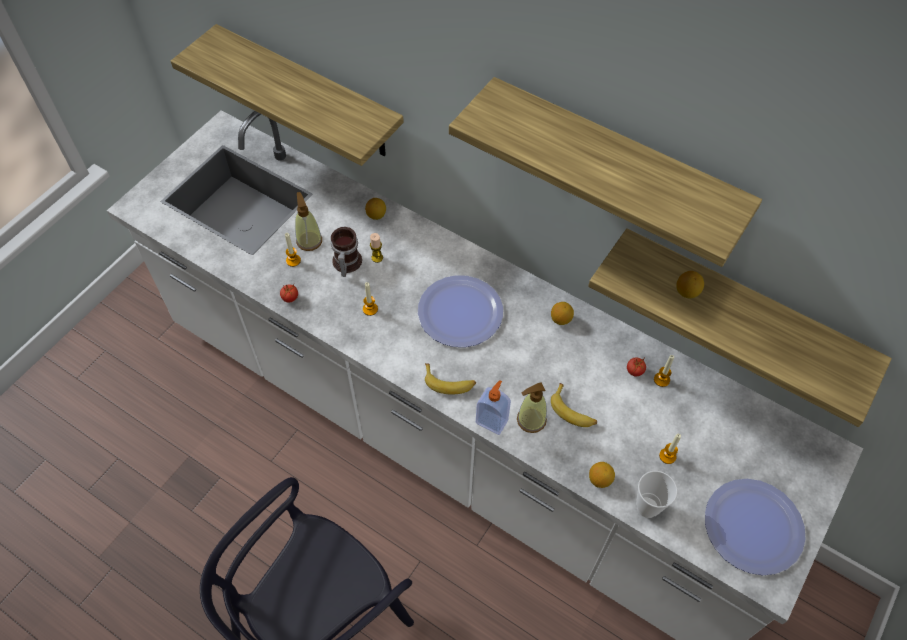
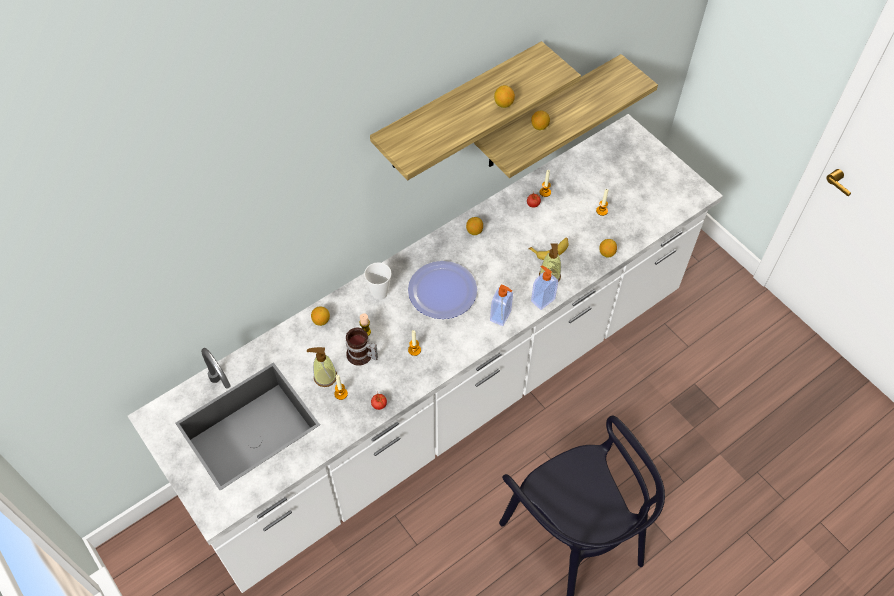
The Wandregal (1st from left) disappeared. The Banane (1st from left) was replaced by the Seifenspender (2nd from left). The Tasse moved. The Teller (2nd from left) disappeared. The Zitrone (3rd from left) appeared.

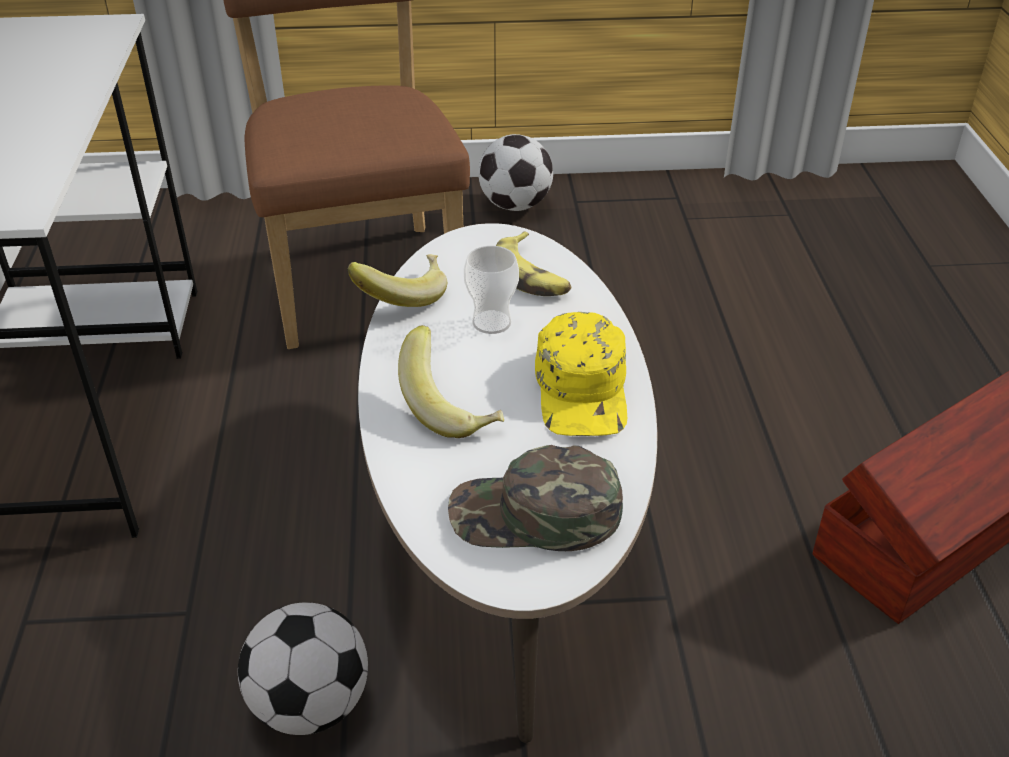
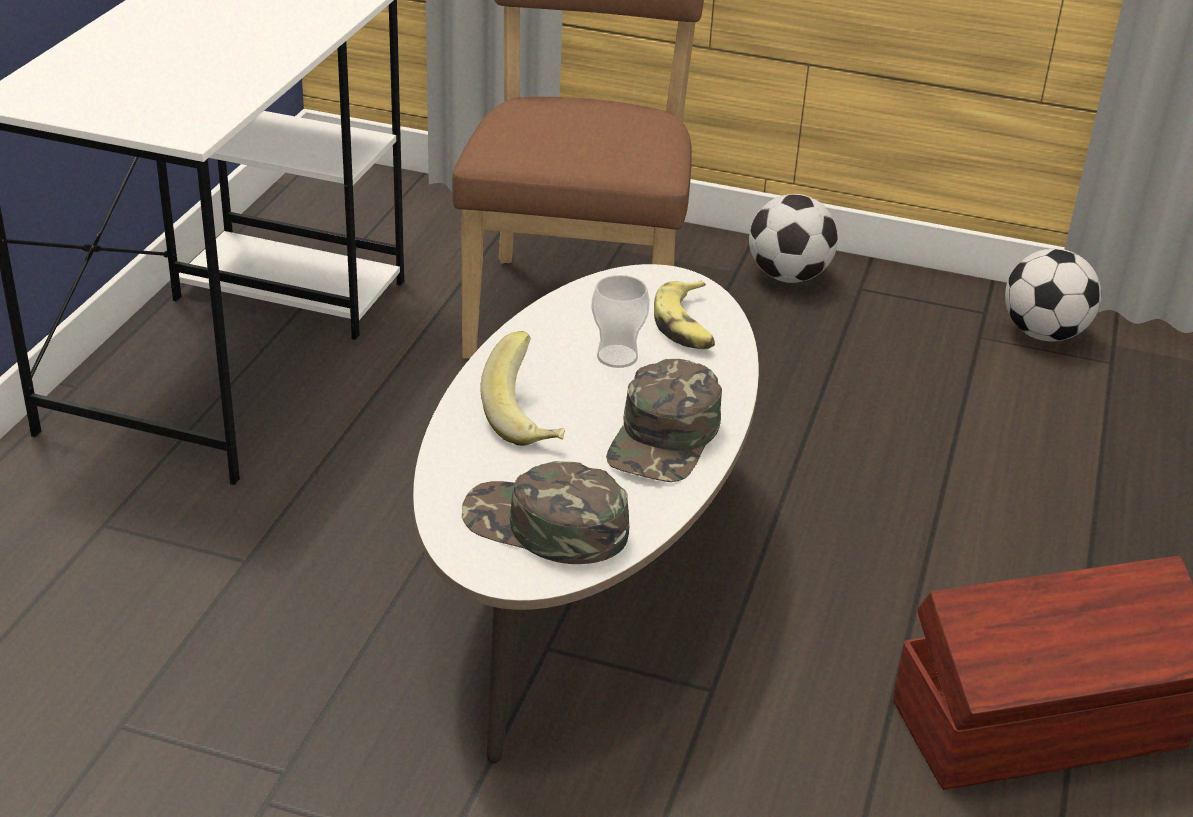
The Fußball (1st from left in the first image) moved. The Banane (1st from left) disappeared. The Kappe/gelb became the Kappe/grün (2nd from left).

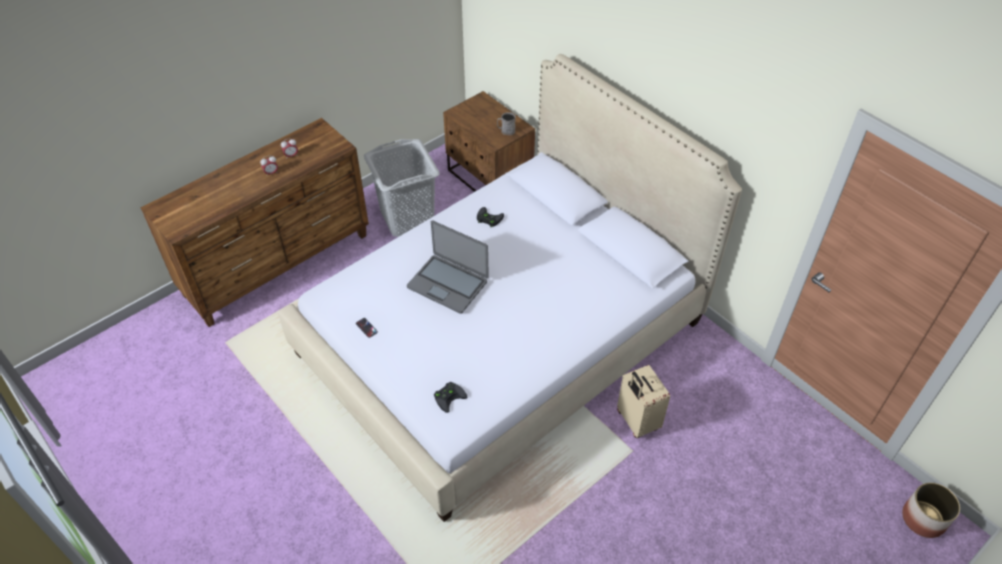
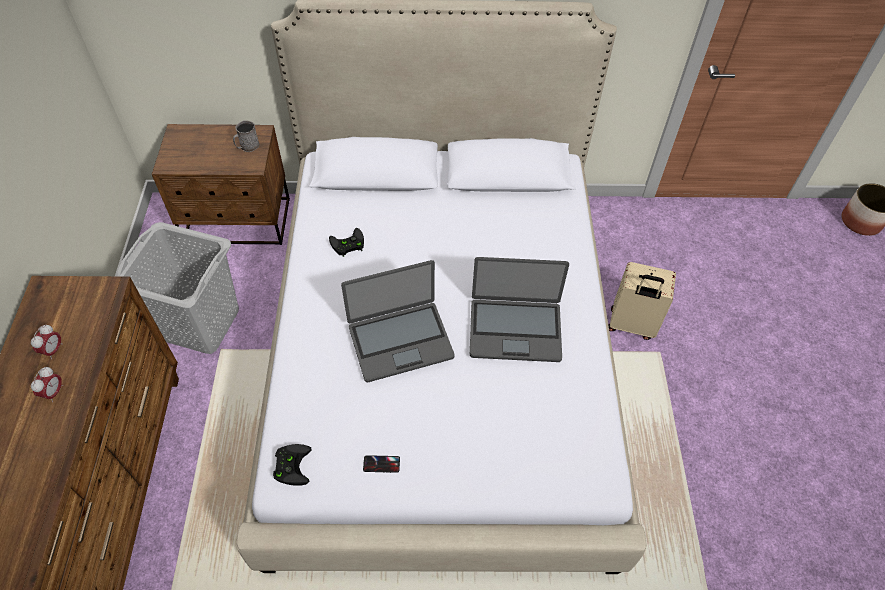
The Gamepad/schwarz (1st from left) moved. The Laptop (2nd from left) appeared.

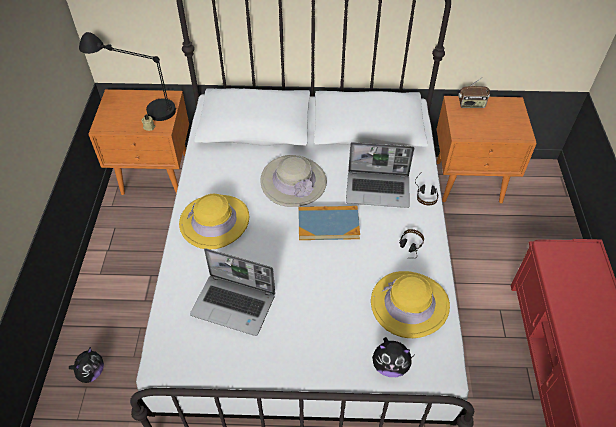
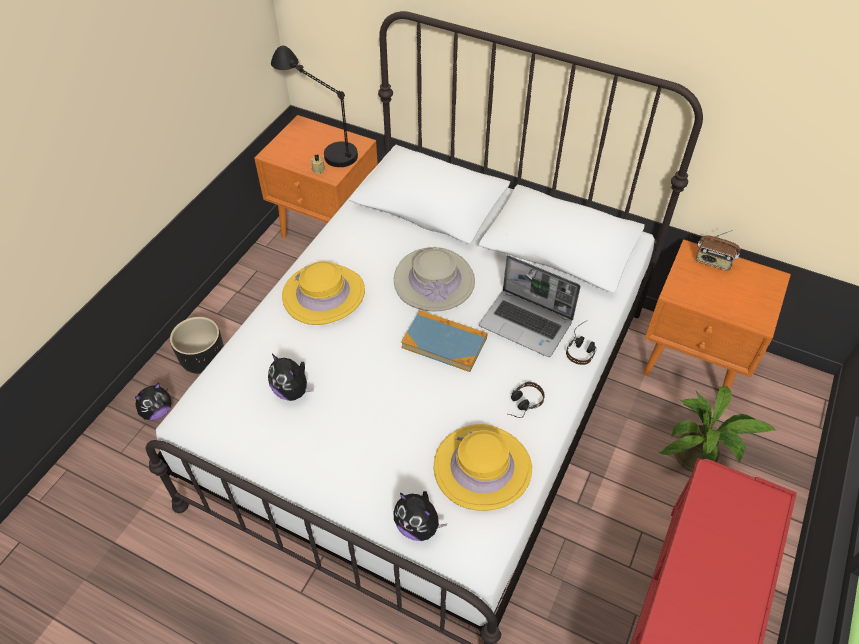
The Laptop (1st from left) was replaced by the Plüschtier (2nd from left). The Pflanzkübel/schwarz appeared. The Topfpflanze appeared.

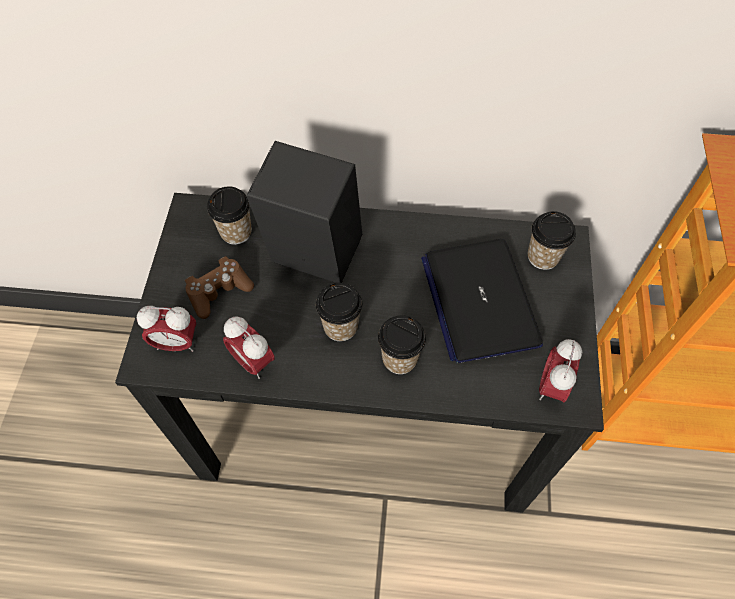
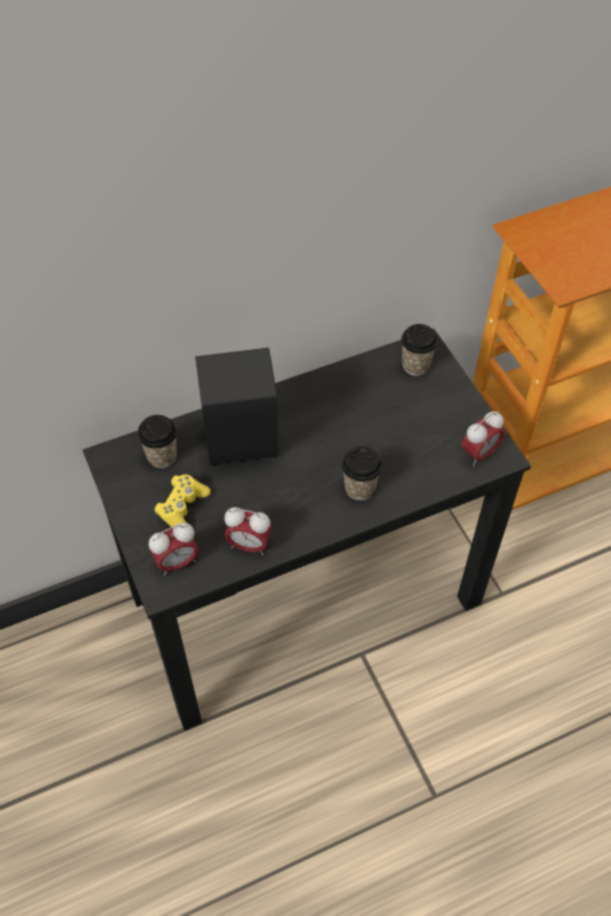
The Gamepad/braun became the Gamepad/gelb. The Tasse (2nd from left) disappeared. The Laptop disappeared. The Wecker (3rd from left) turned 120 degrees counterclockwise.

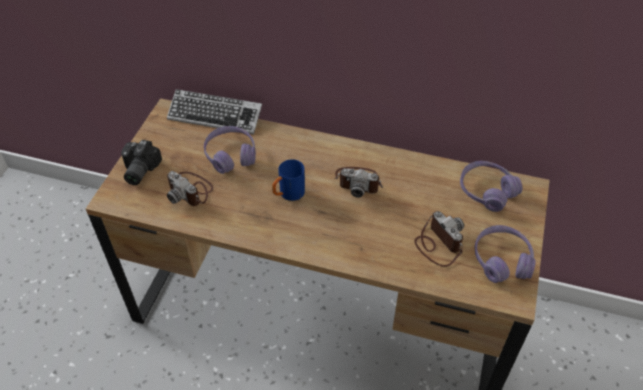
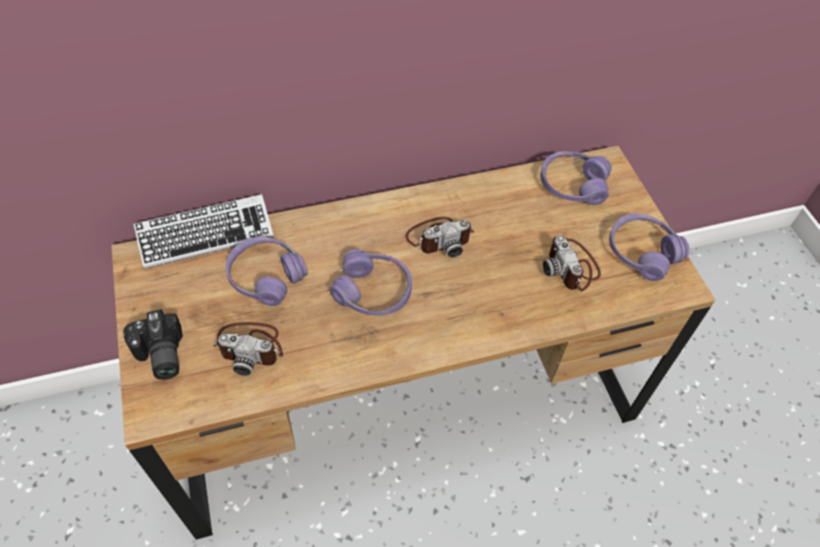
The Henkelbecher/blau was replaced by the Kopfhörer/lila (2nd from left). The Kamera (4th from left) turned 135 degrees counterclockwise.

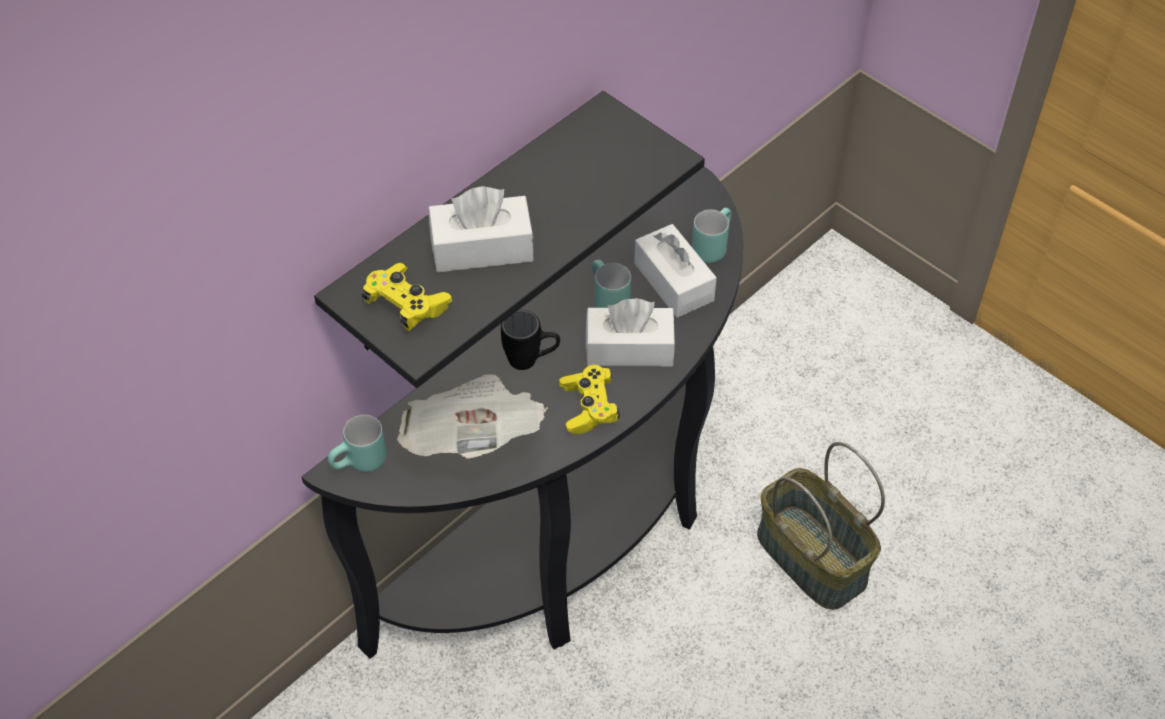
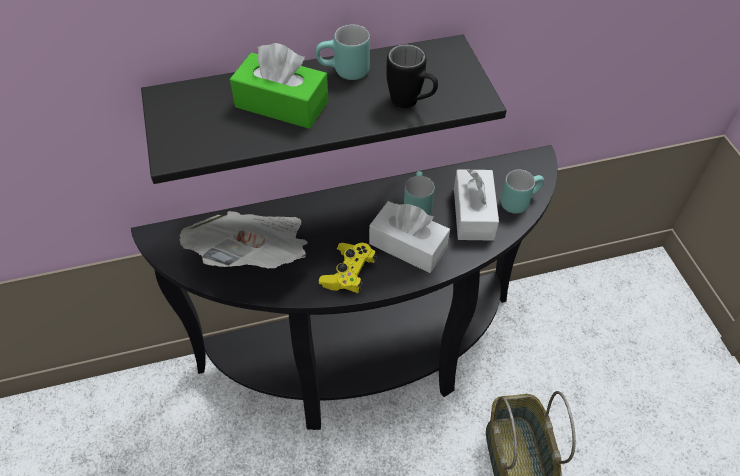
The Henkelbecher/türkis (1st from left) moved. The Gamepad/gelb (1st from left) disappeared. The Taschentuchbox/weiß (1st from left) became the Taschentuchbox/grün. The Henkelbecher/schwarz moved.

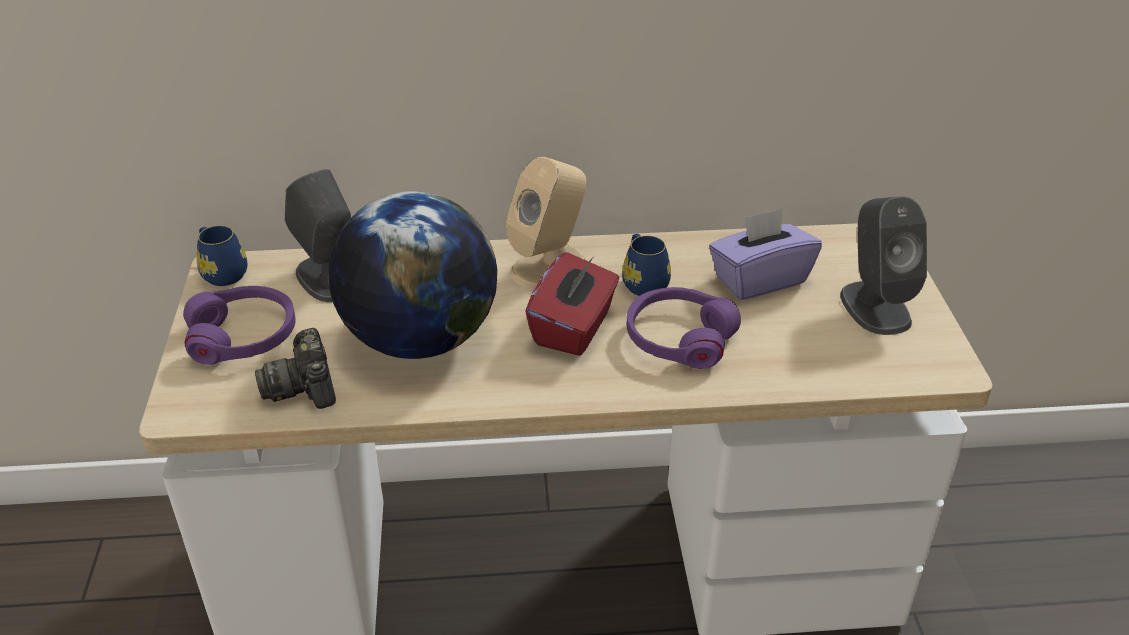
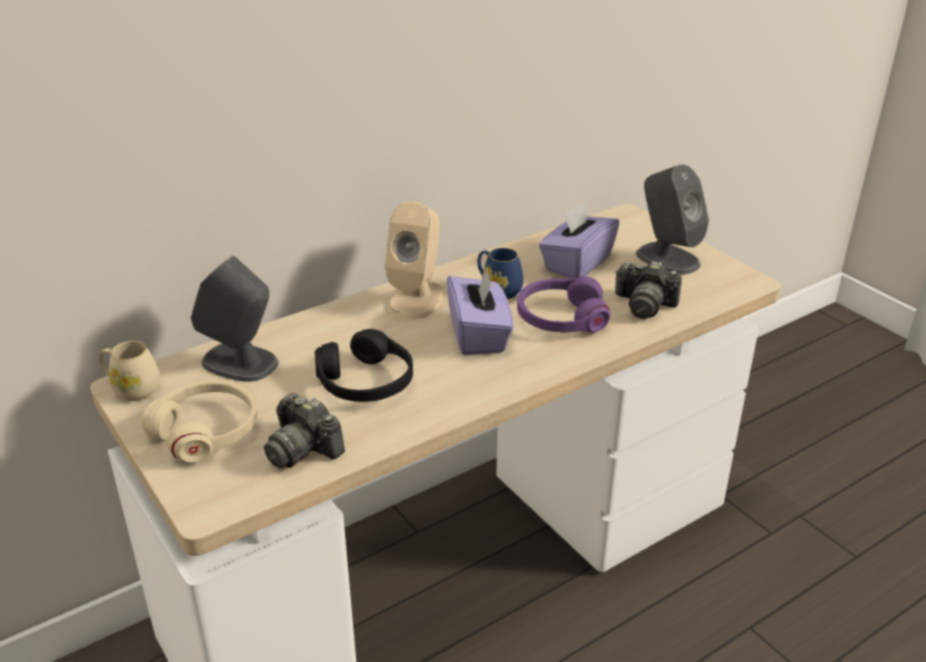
The Kopfhörer/lila (1st from left) became the Kopfhörer/beige. The Henkelbecher/blau (1st from left) became the Henkelbecher/beige. The Globus was replaced by the Kopfhörer/schwarz. The Taschentuchbox/rot became the Taschentuchbox/lila (1st from left). The Kamera (2nd from left) appeared.

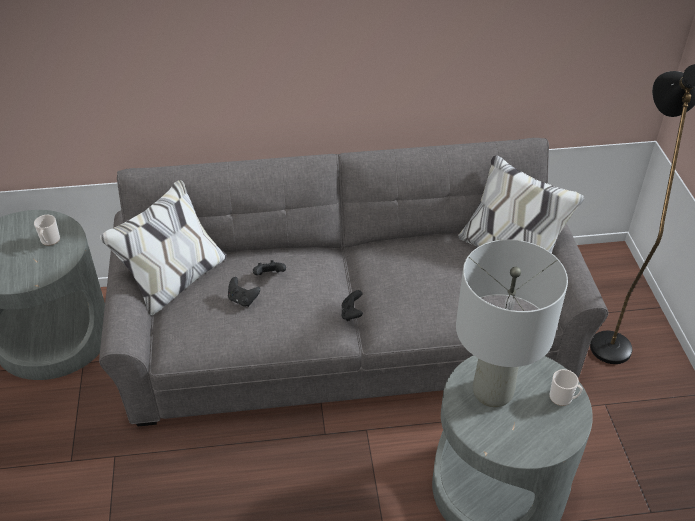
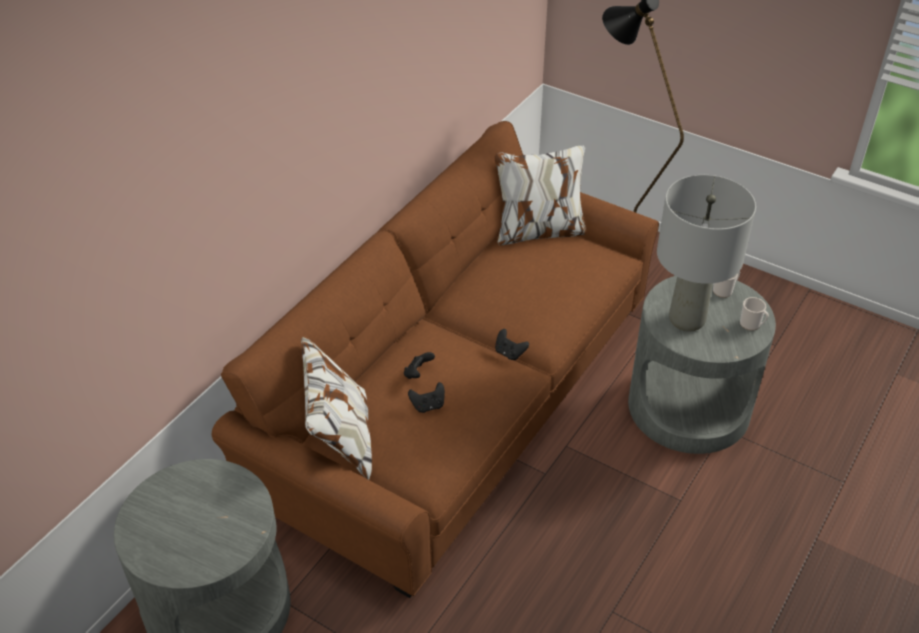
The Henkelbecher (1st from left in the first image) moved. The Sofa/grau became the Sofa/braun.

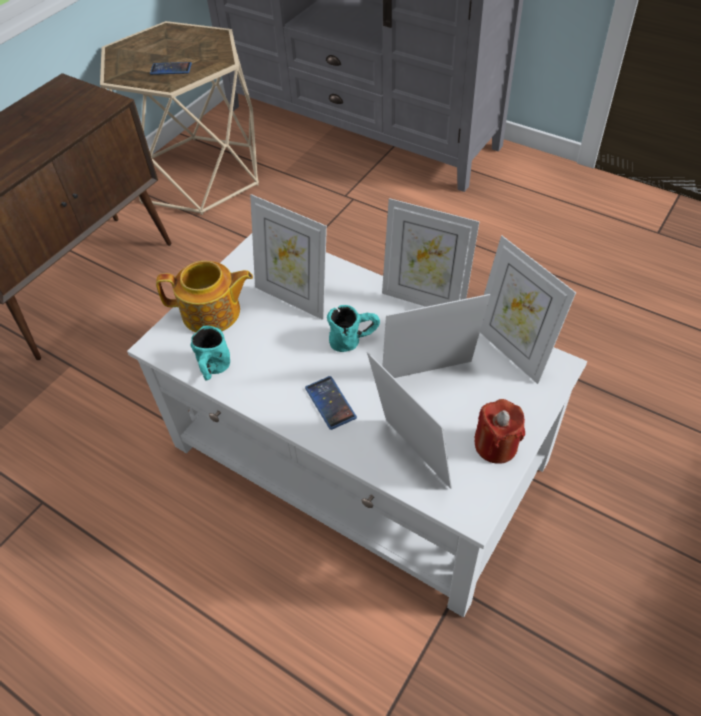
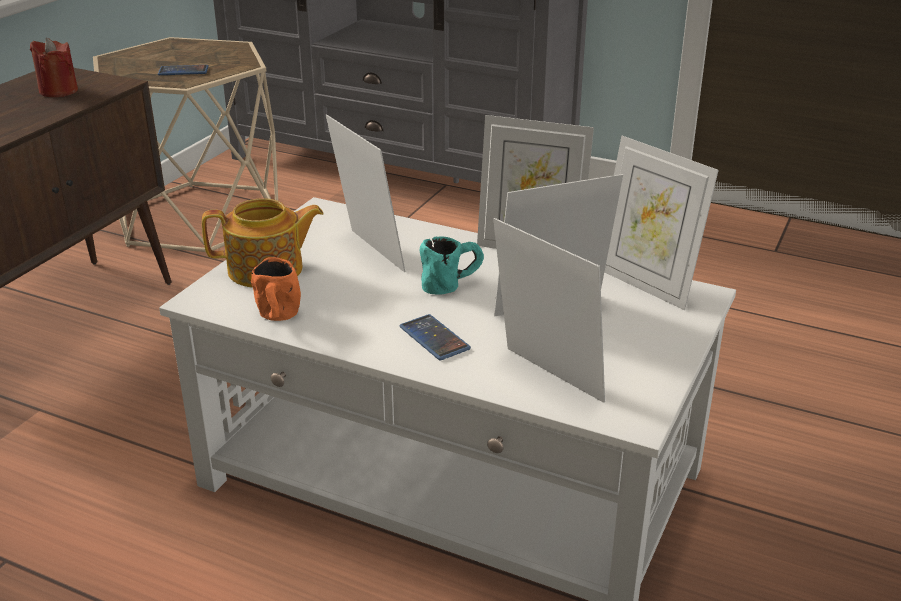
The Henkelbecher/türkis (1st from left) became the Henkelbecher/orange. The Bilderrahmen (1st from left) turned 150 degrees counterclockwise. The Kerze/rot moved.

